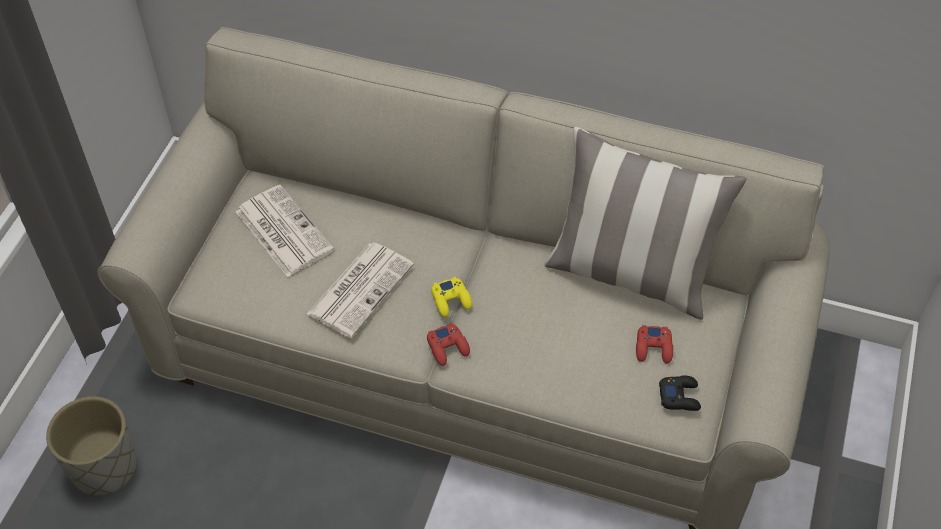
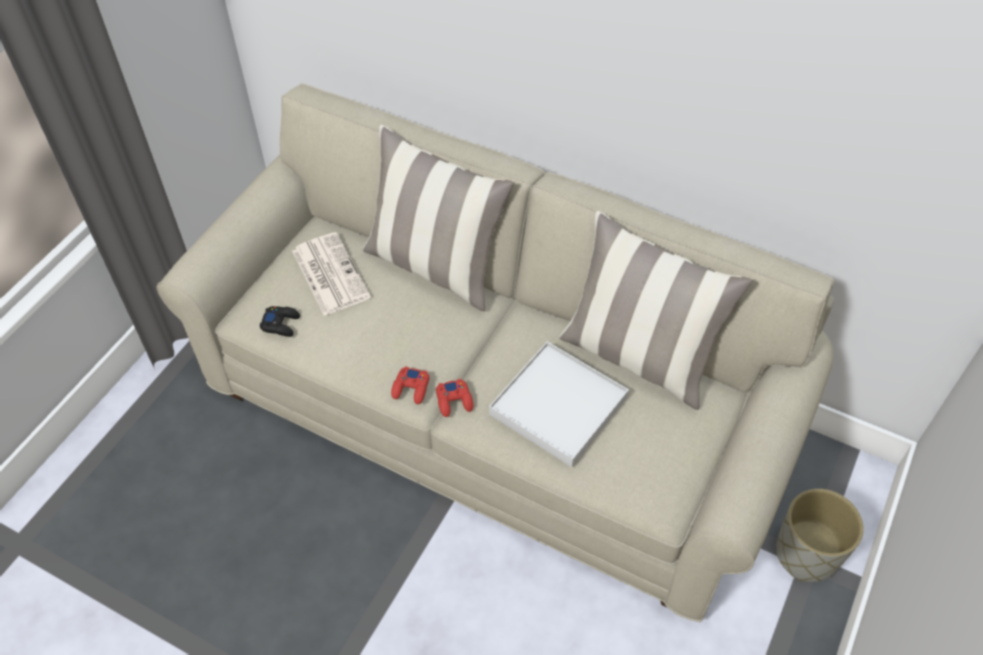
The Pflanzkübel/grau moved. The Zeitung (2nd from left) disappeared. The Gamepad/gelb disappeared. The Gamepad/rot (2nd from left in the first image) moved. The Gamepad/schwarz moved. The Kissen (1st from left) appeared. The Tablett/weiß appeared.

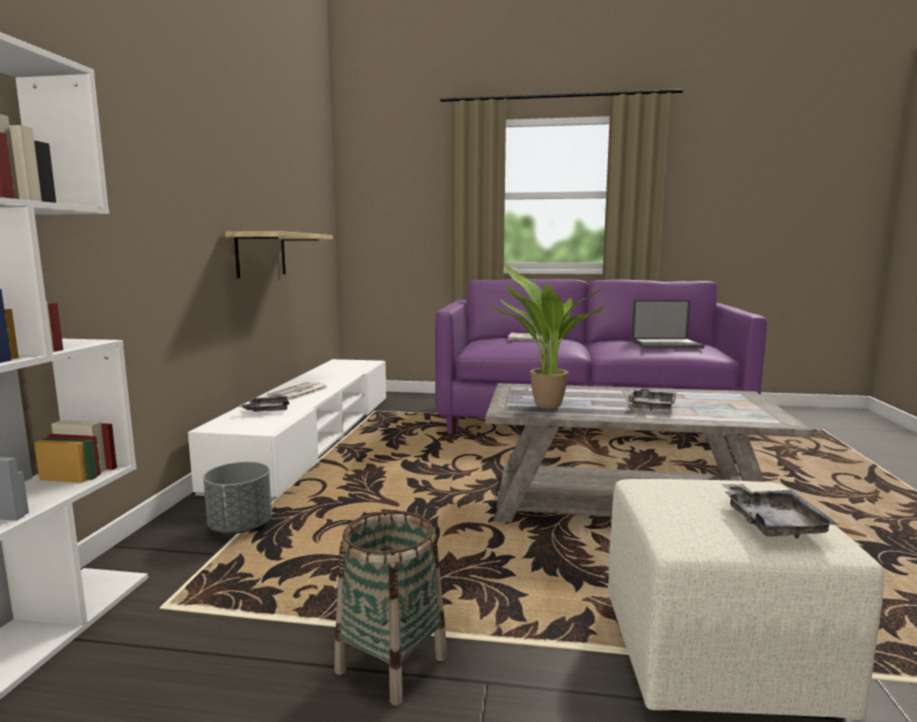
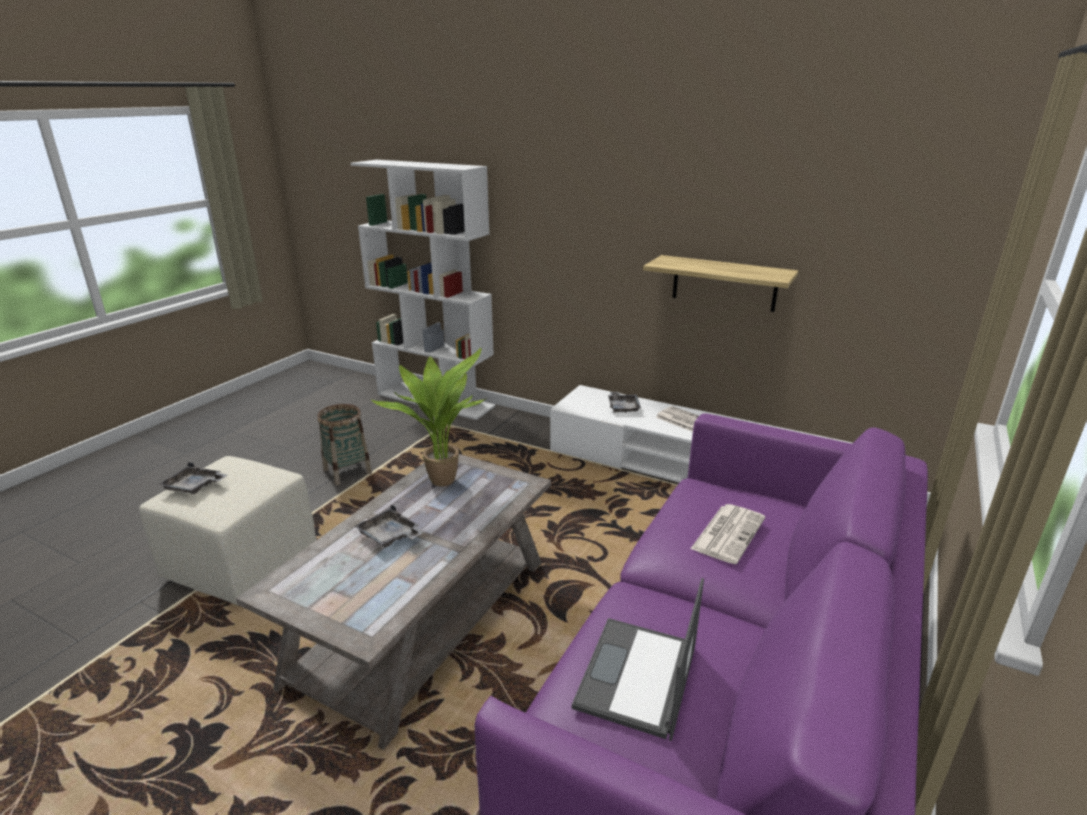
The Pflanzkübel/grau disappeared.

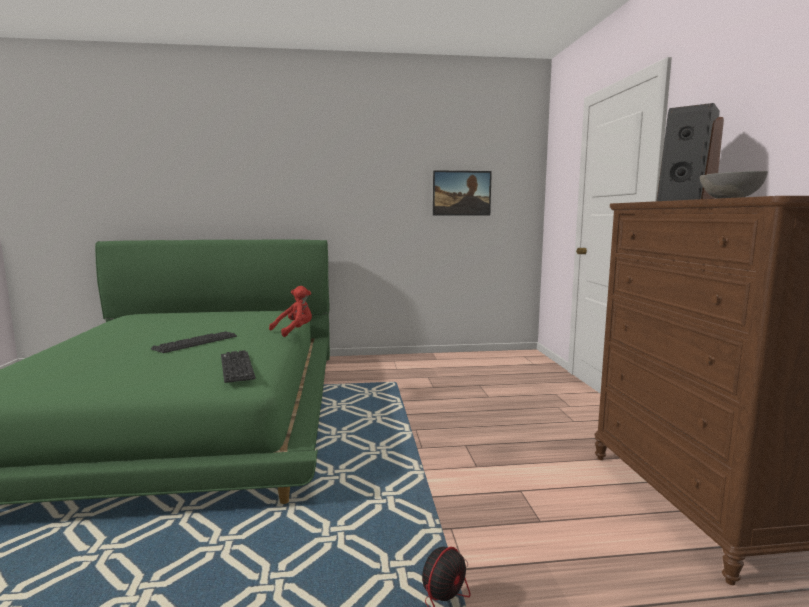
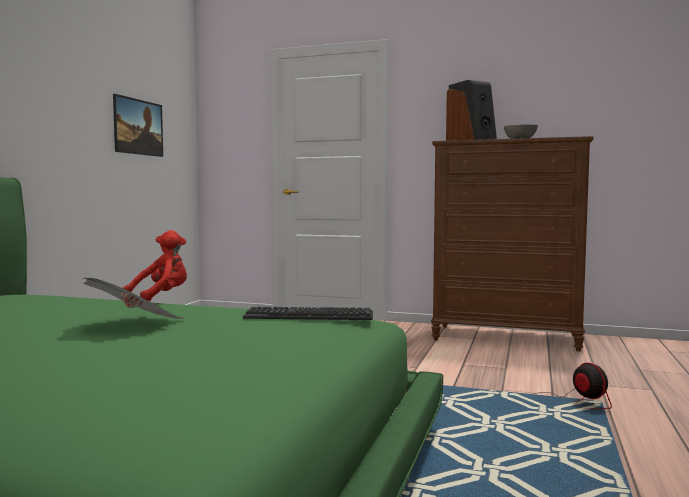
The Tastatur (1st from left) was replaced by the Zeitung. The Plüschtier/rot turned 60 degrees clockwise.

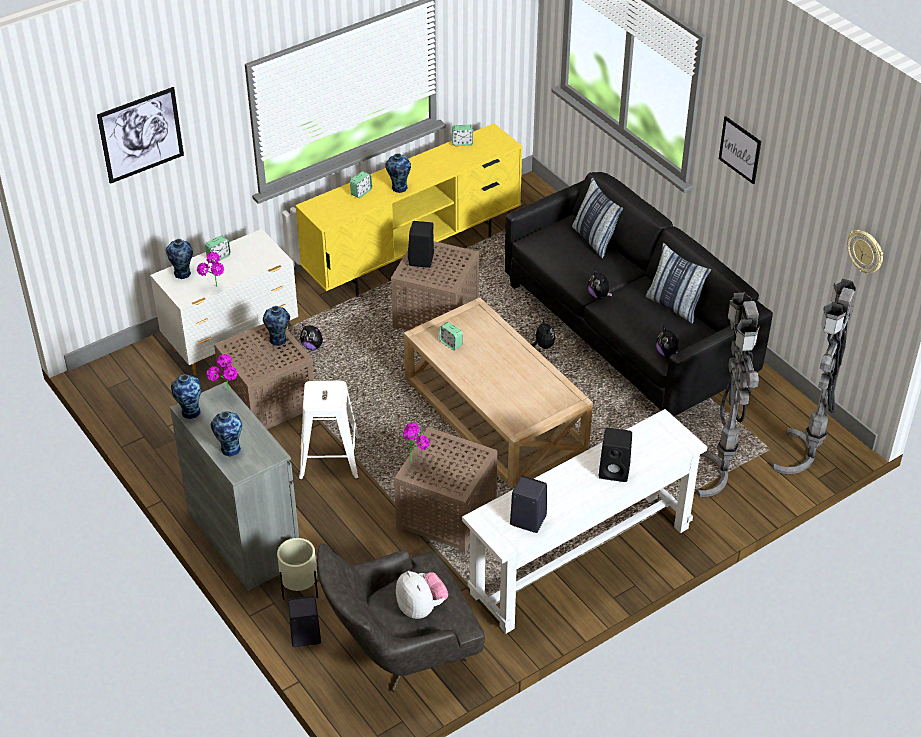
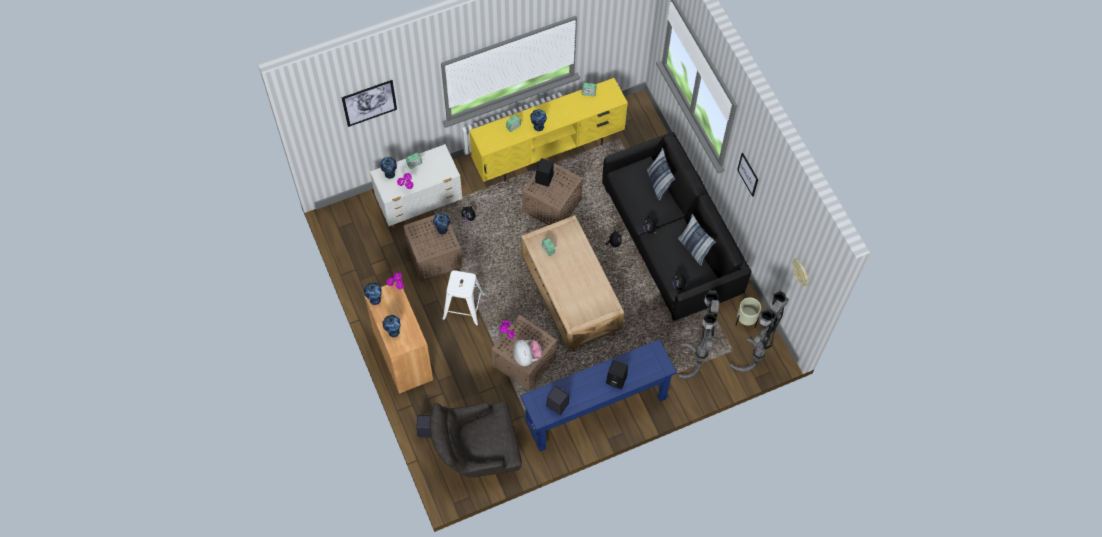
The Schrank/grau became the Schrank/braun. The Pflanzkübel/beige moved. The Plüschtier (2nd from left) moved. The Konsolentisch/weiß became the Konsolentisch/blau.

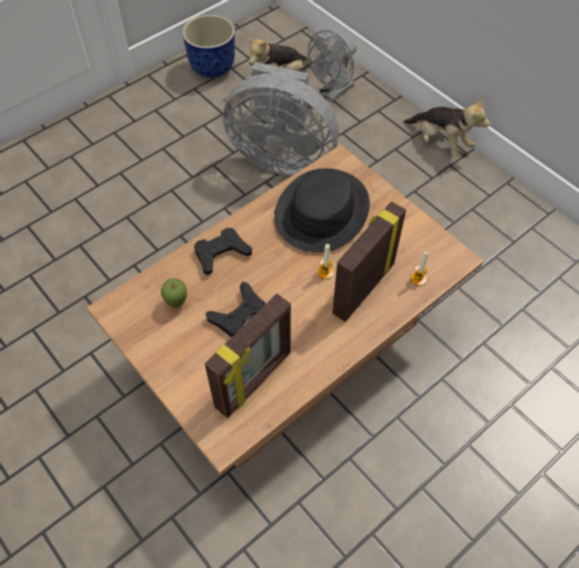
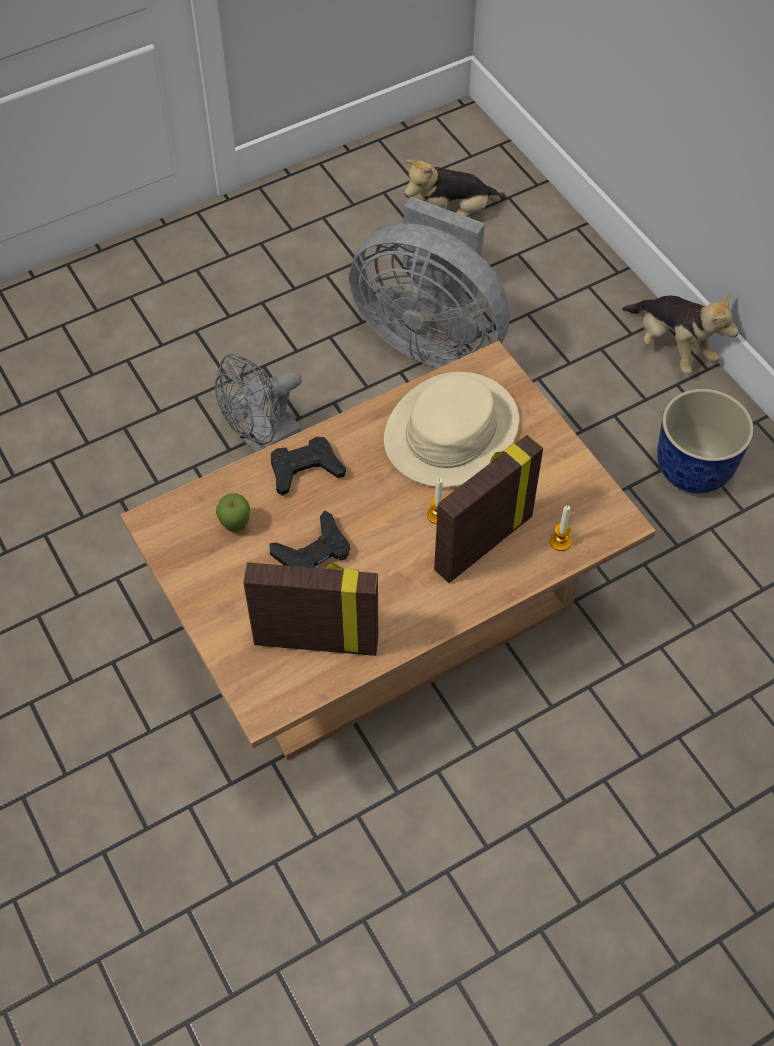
The Pflanzkübel moved. The Bilderrahmen (1st from left) turned 135 degrees counterclockwise. The Hut/schwarz became the Hut/beige. The Ventilator/grau (2nd from left in the first image) moved.

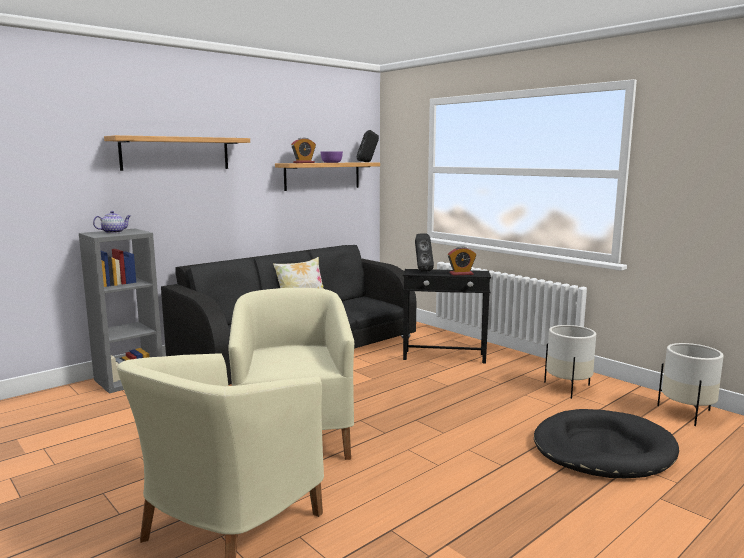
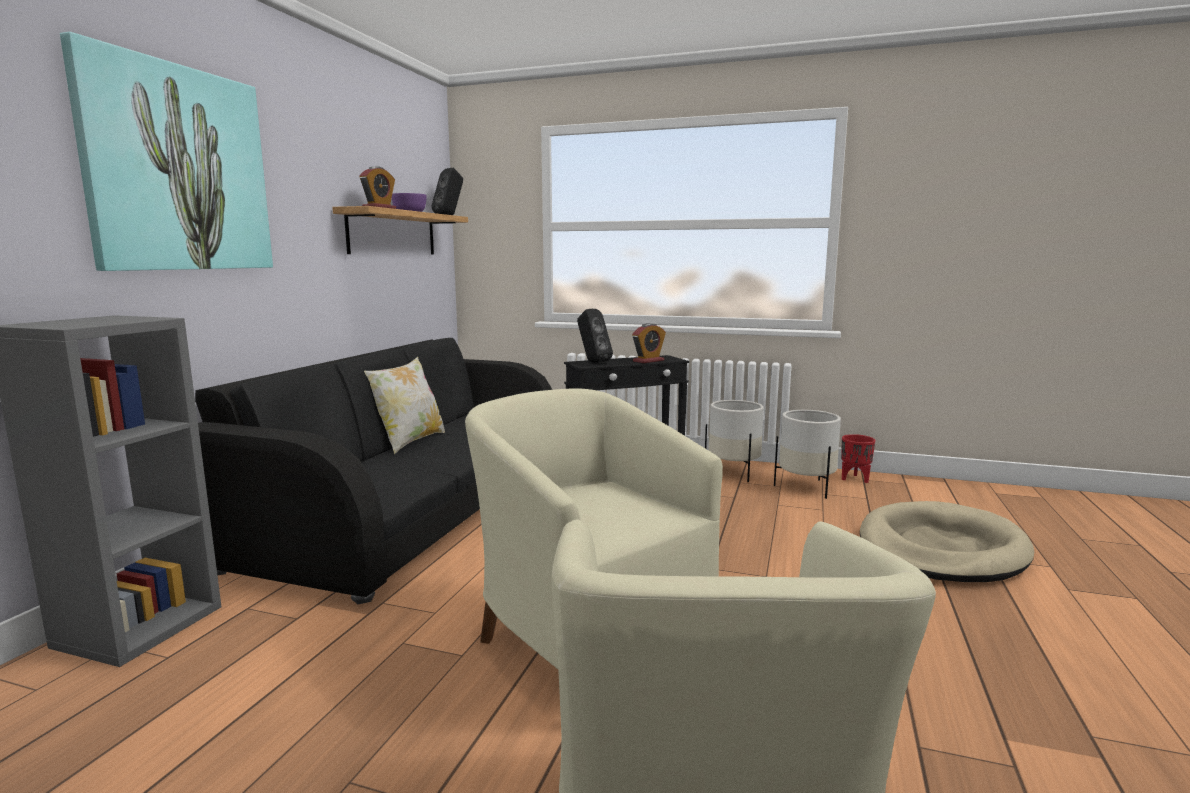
The Teekanne disappeared. The Wandregal (1st from left) was replaced by the Bild. The Hundebett/schwarz became the Hundebett/beige. The Pflanzkübel/weiß (2nd from left in the first image) moved. The Pflanzkübel/rot appeared.

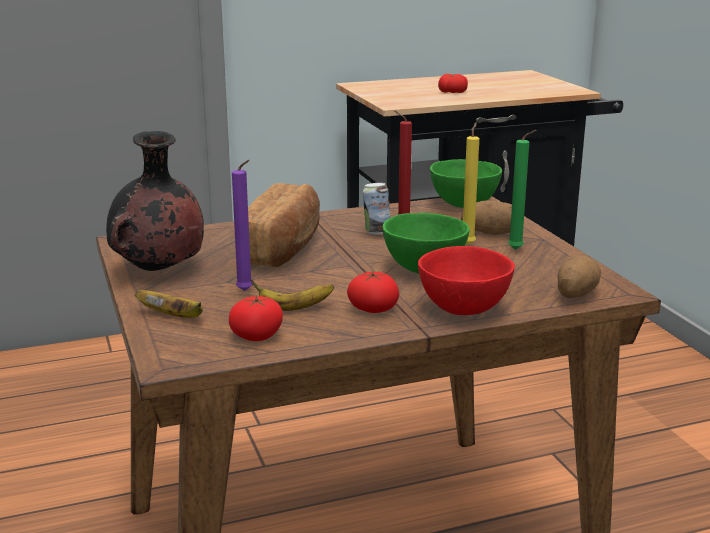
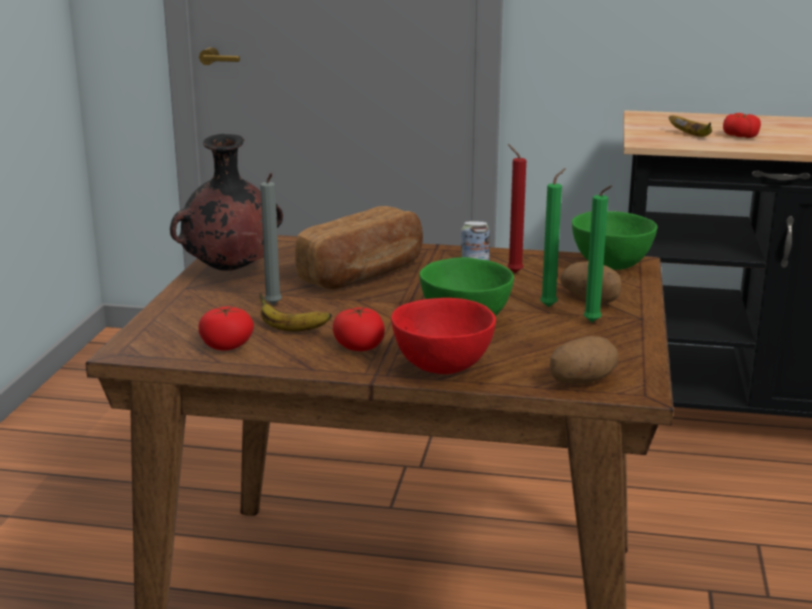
The Banane (1st from left in the first image) moved. The Kerze/lila became the Kerze/grau. The Kerze/gelb became the Kerze/grün (1st from left).

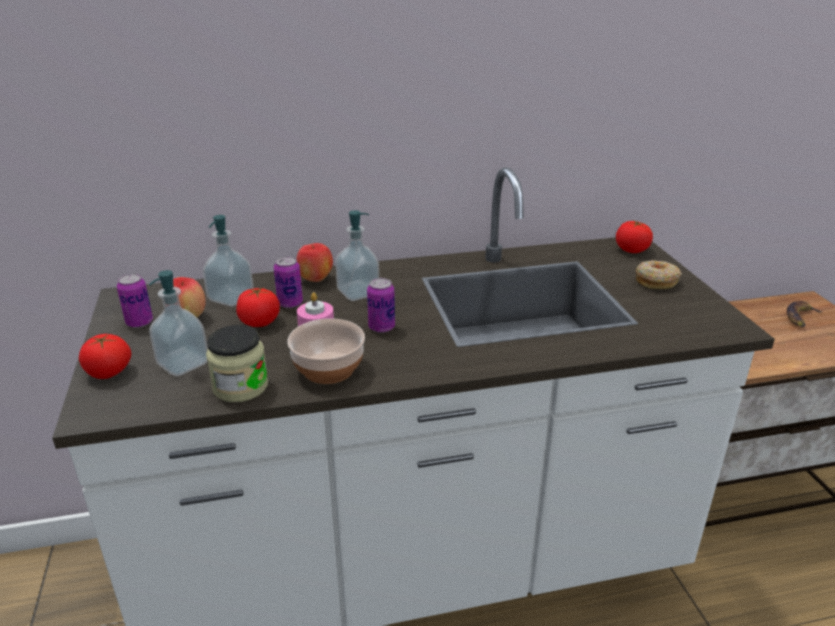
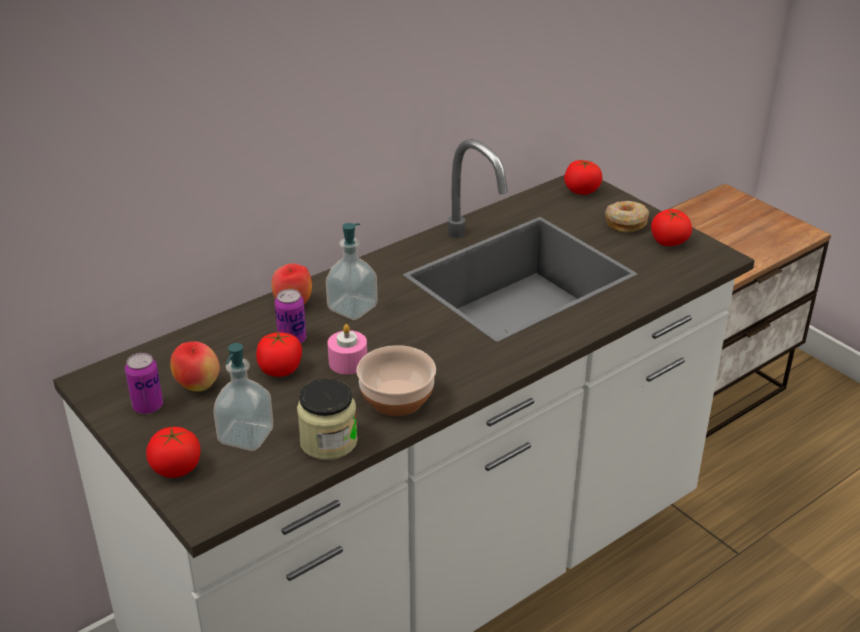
The Seifenspender (2nd from left) disappeared. The Dose (3rd from left) disappeared. The Banane disappeared. The Tomate (4th from left) appeared.

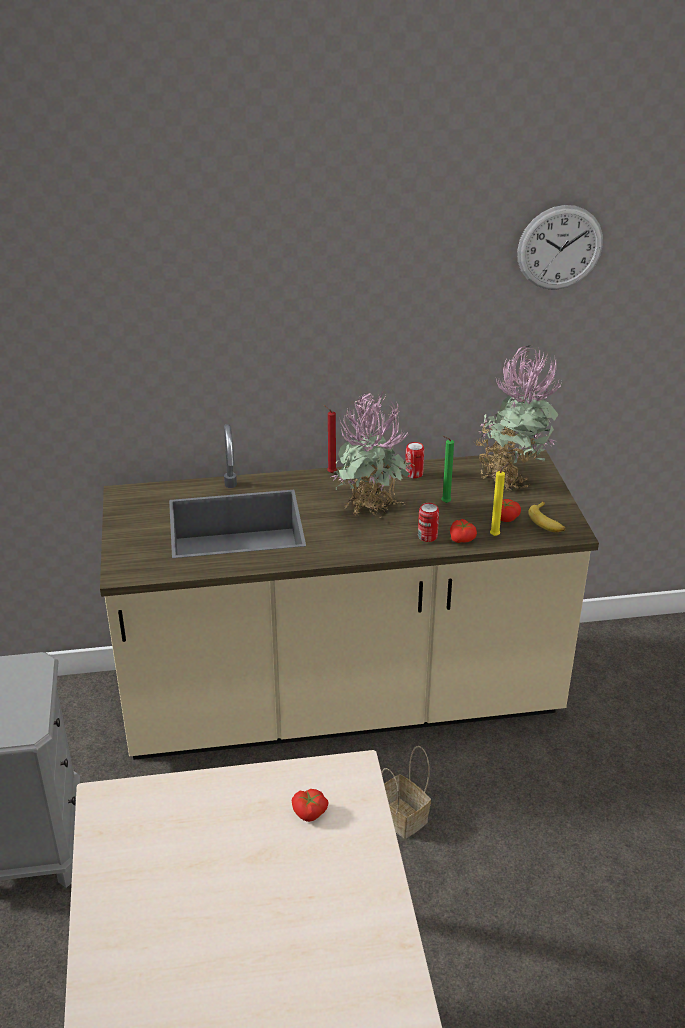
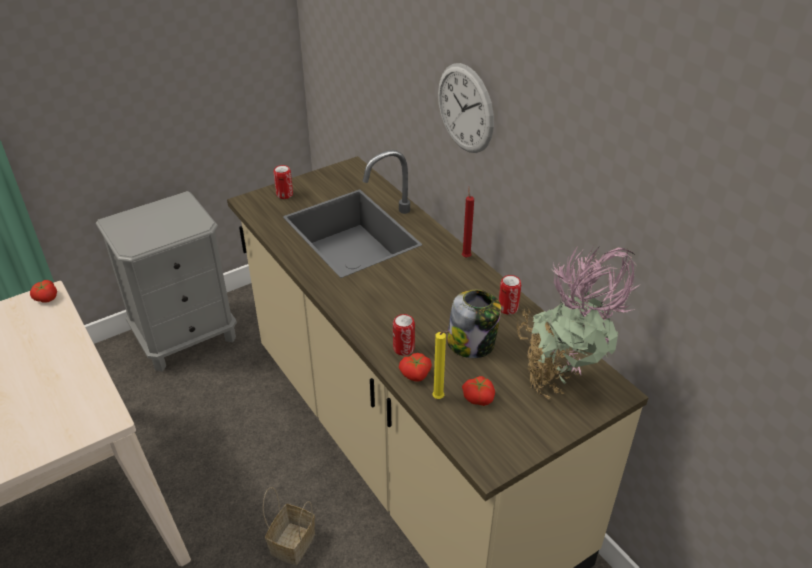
The Tomate (1st from left) moved. The Topfpflanze (1st from left) disappeared. The Kerze/grün was replaced by the Vorratsglas. The Wanduhr moved. The Banane disappeared. The Dose (1st from left) appeared.

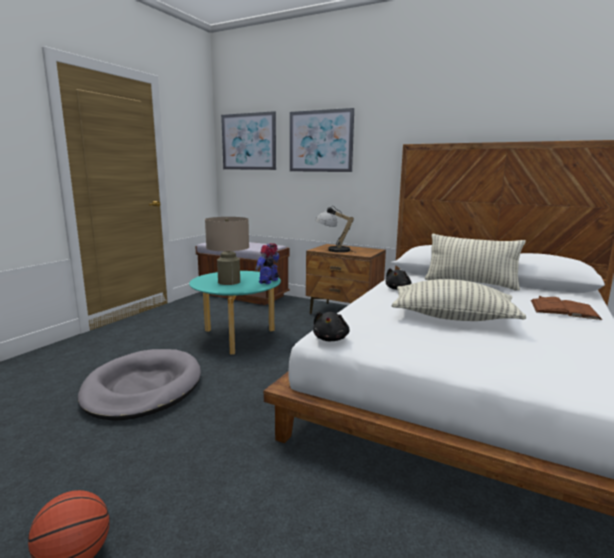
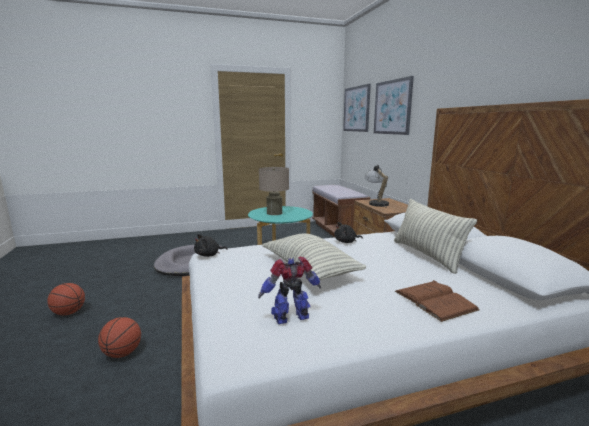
The Spielzeugroboter moved. The Basketball (2nd from left) appeared.

